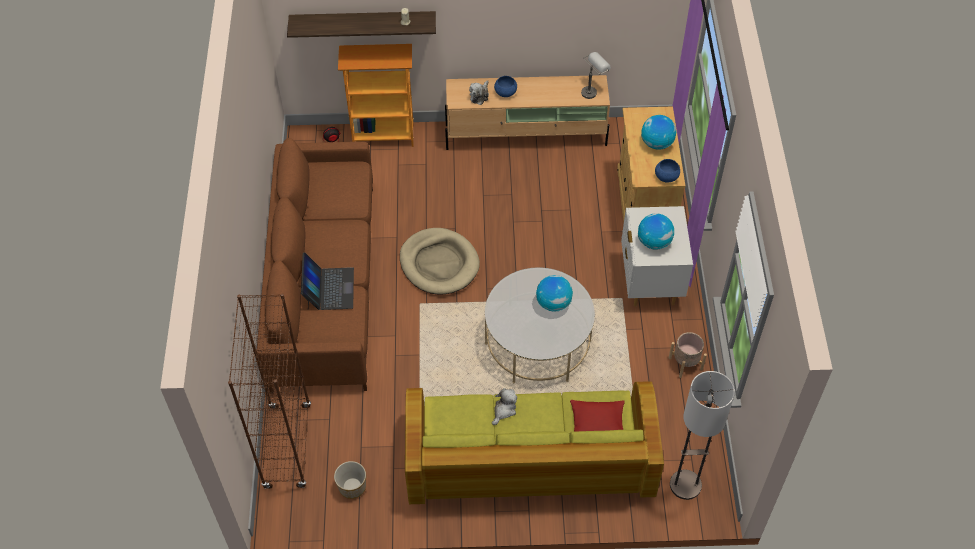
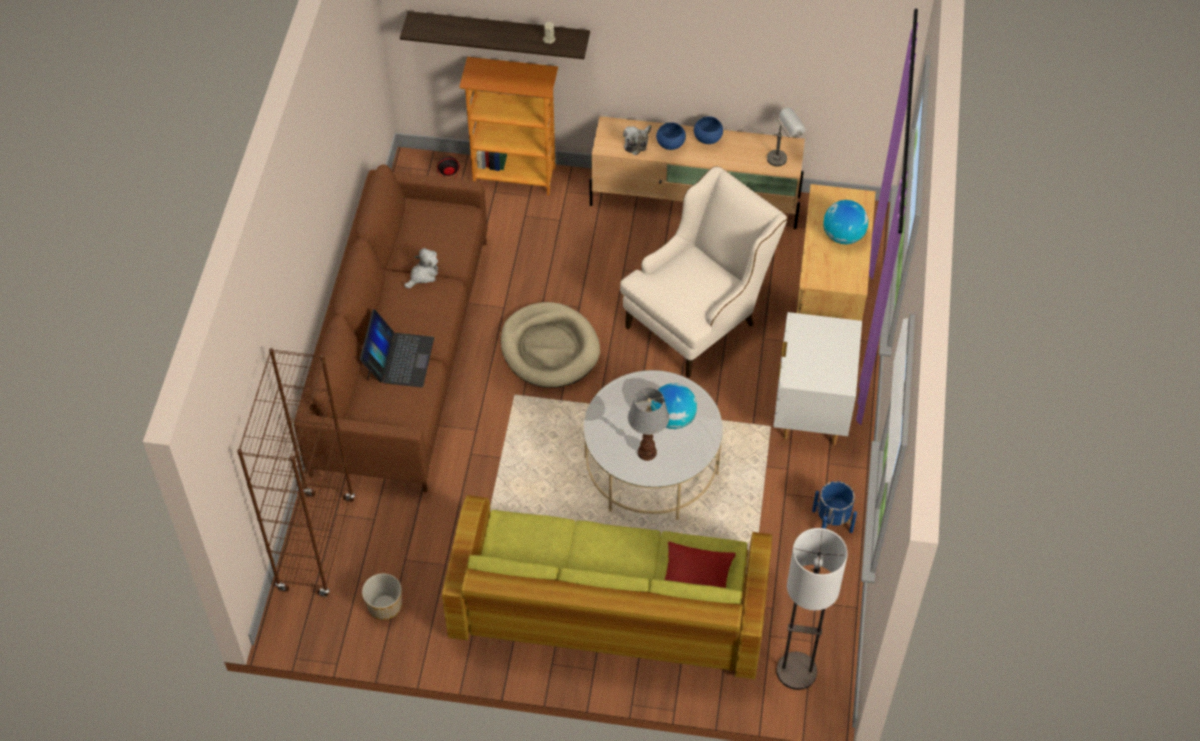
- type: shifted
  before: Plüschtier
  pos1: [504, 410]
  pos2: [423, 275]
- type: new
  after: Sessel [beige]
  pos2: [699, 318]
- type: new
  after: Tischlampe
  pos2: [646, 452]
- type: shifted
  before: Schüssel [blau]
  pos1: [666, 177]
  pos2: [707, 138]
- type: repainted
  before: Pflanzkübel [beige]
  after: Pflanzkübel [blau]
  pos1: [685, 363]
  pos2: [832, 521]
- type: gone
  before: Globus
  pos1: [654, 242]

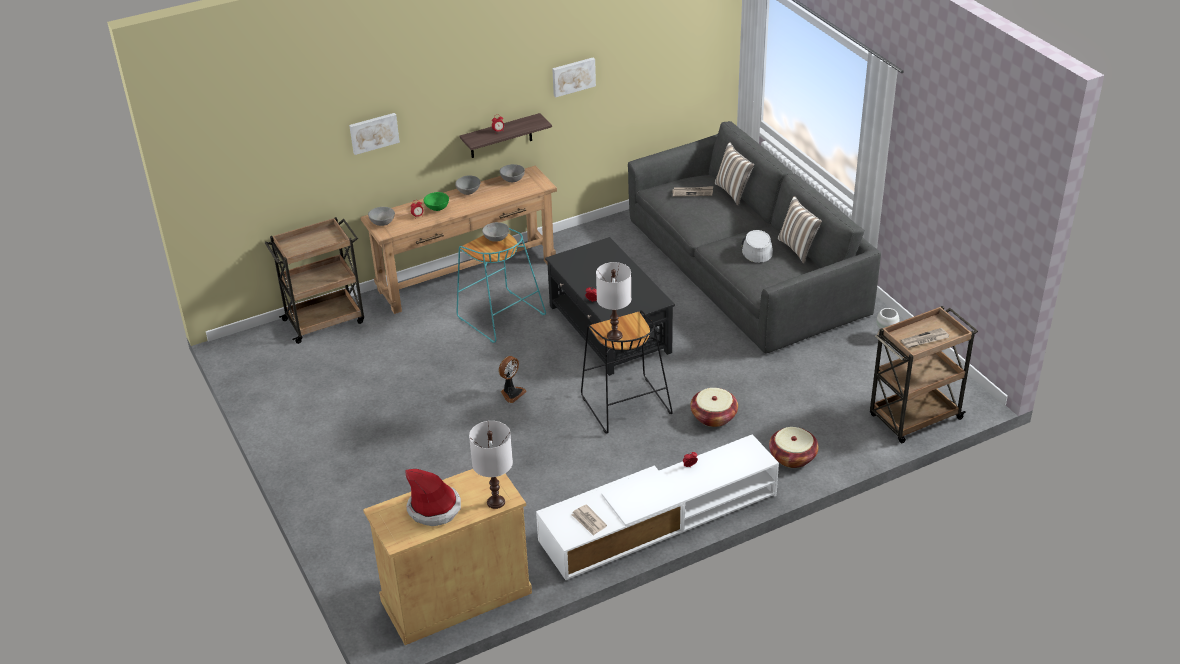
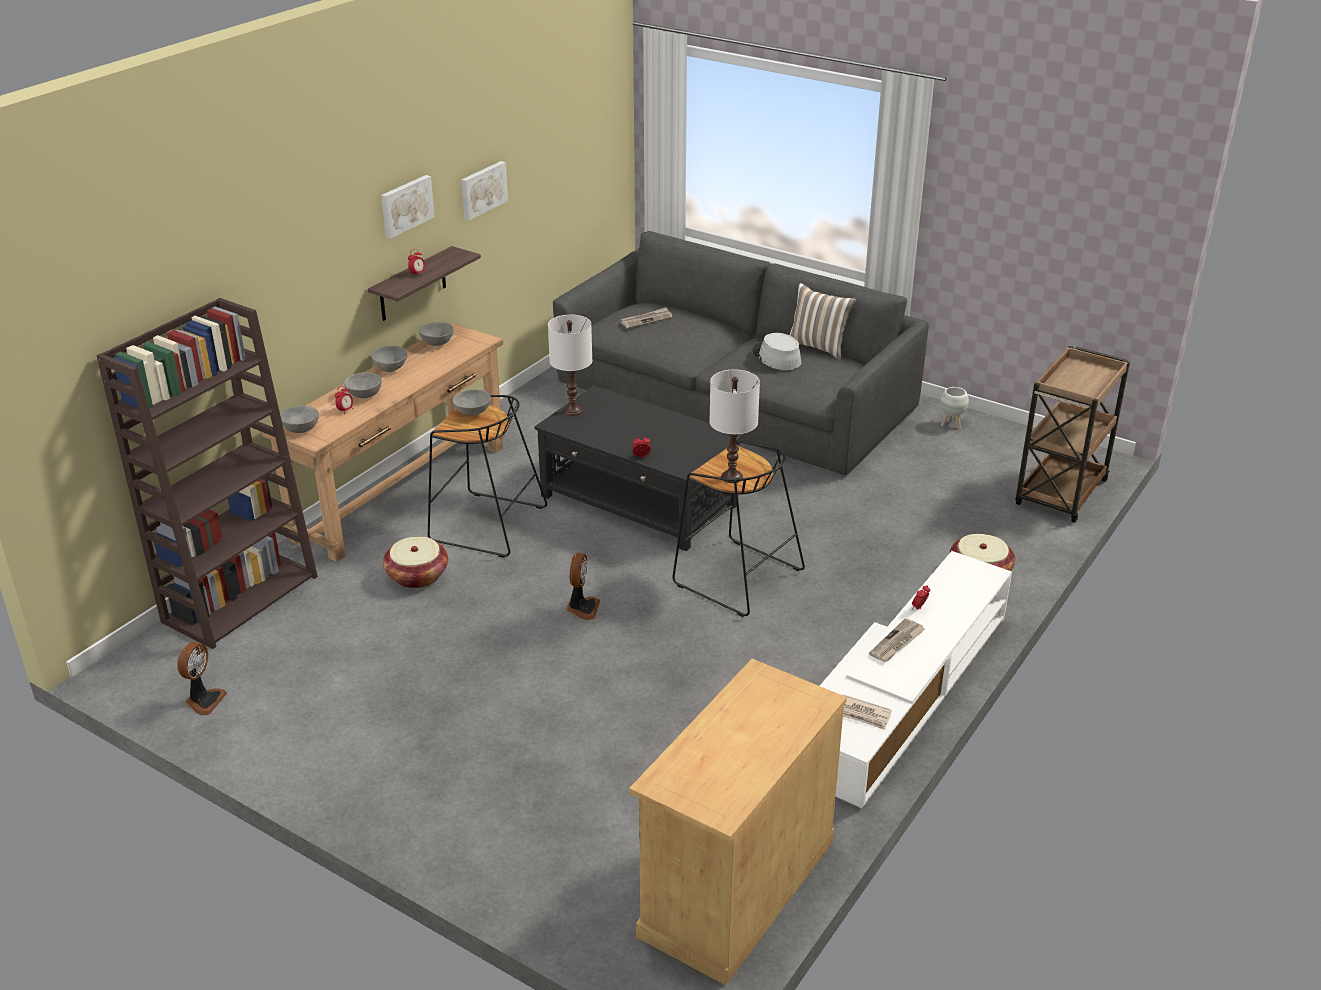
- type: swapped
  before: Rollwagen [braun]
  after: Bücherregal [braun]
  pos1: [325, 320]
  pos2: [241, 598]
- type: new
  after: Ventilator
  pos2: [204, 700]
- type: repainted
  before: Schüssel [grün]
  after: Schüssel [grau]
  pos1: [437, 208]
  pos2: [364, 396]
- type: shifted
  before: Bild
  pos1: [373, 132]
  pos2: [406, 205]
- type: shifted
  before: Korb
  pos1: [713, 416]
  pos2: [417, 576]
- type: repainted
  before: Hocker [türkis]
  after: Hocker [schwarz]
  pos1: [499, 316]
  pos2: [486, 525]
- type: shifted
  before: Tischlampe [weiß]
  pos1: [495, 502]
  pos2: [572, 411]
- type: shifted
  before: Zeitung
  pos1: [924, 340]
  pos2: [897, 643]
- type: gone
  before: Hut
  pos1: [434, 508]
- type: gone
  before: Kissen
  pos1: [733, 192]

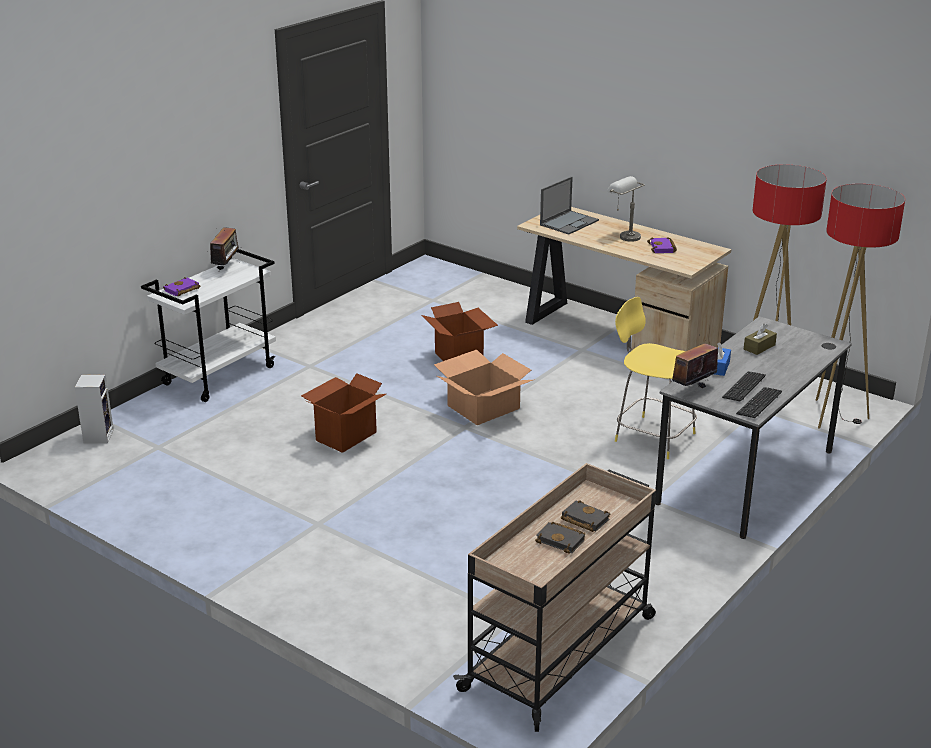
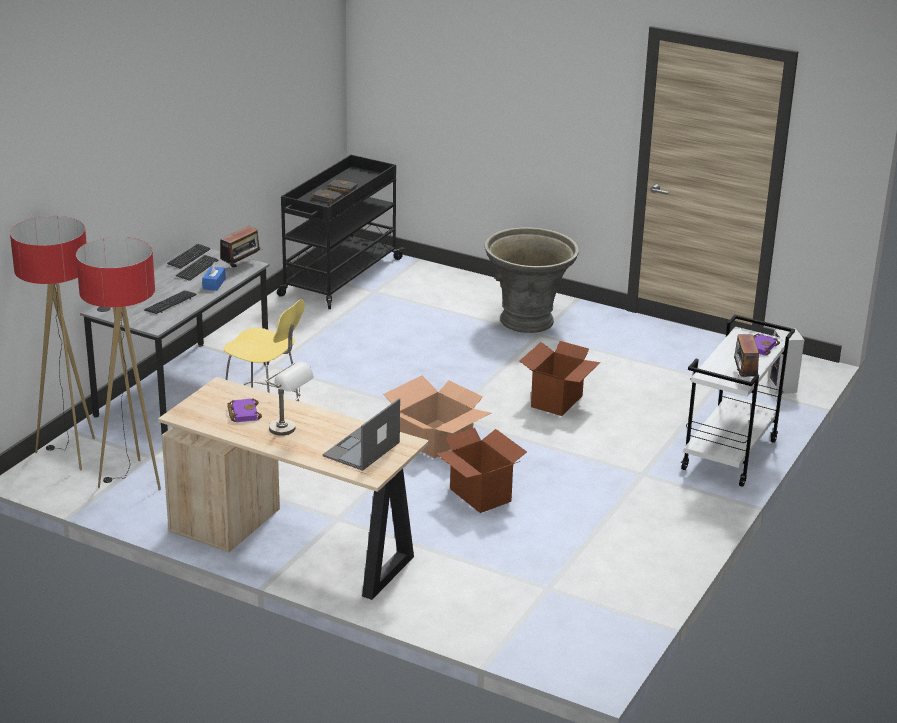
- type: swapped
  before: Taschentuchbox [braun]
  after: Tastatur
  pos1: [759, 347]
  pos2: [170, 303]
- type: repainted
  before: Rollwagen [beige]
  after: Rollwagen [schwarz]
  pos1: [561, 652]
  pos2: [339, 277]
- type: new
  after: Pflanzkübel [grau]
  pos2: [527, 321]

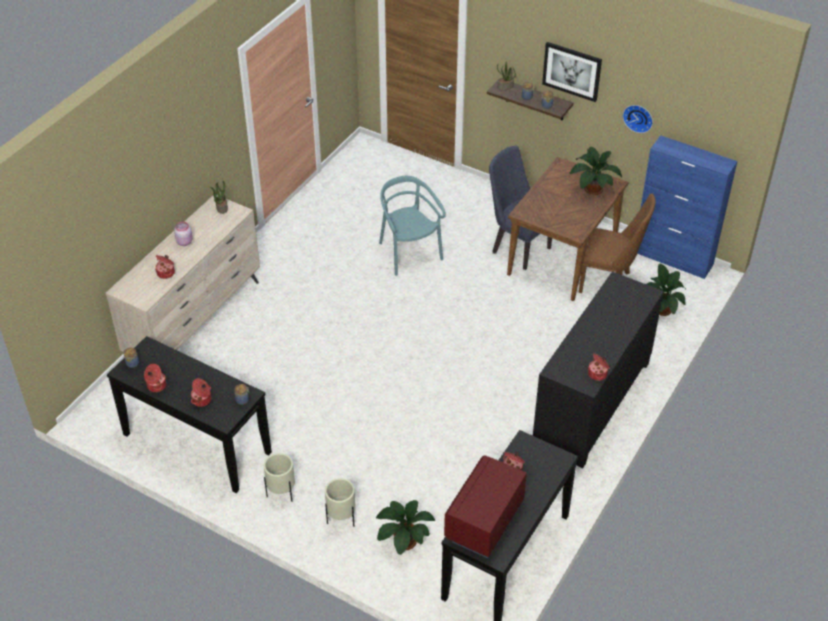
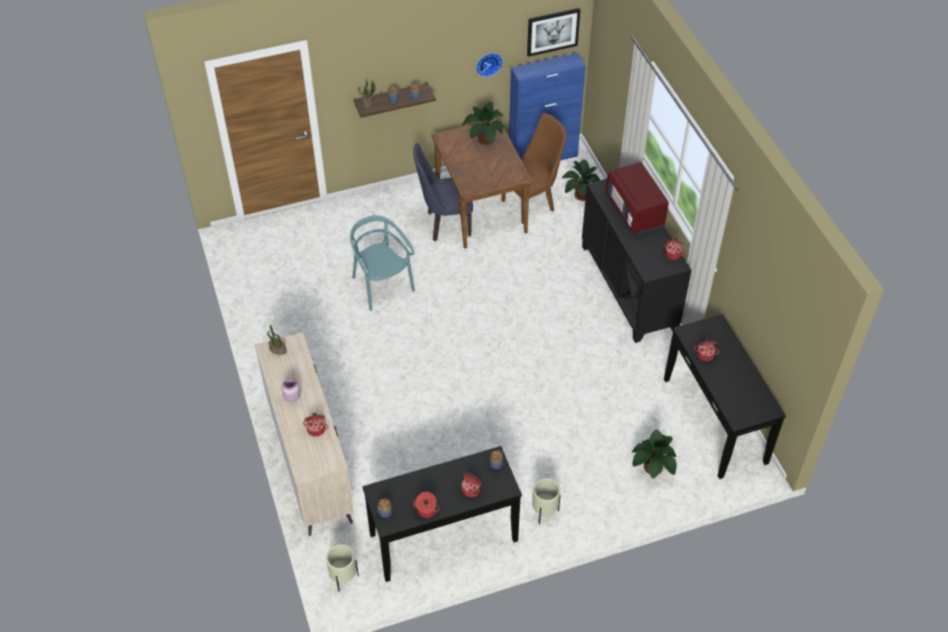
- type: shifted
  before: Pflanzkübel [beige]
  pos1: [341, 519]
  pos2: [344, 579]
- type: rotated
  before: Stuhl [türkis]
  pos1: [409, 253]
  pos2: [381, 286]
  turn: 45
- type: shifted
  before: Bild
  pos1: [572, 71]
  pos2: [552, 31]
- type: shifted
  before: Mikrowelle [rot]
  pos1: [485, 521]
  pos2: [635, 211]

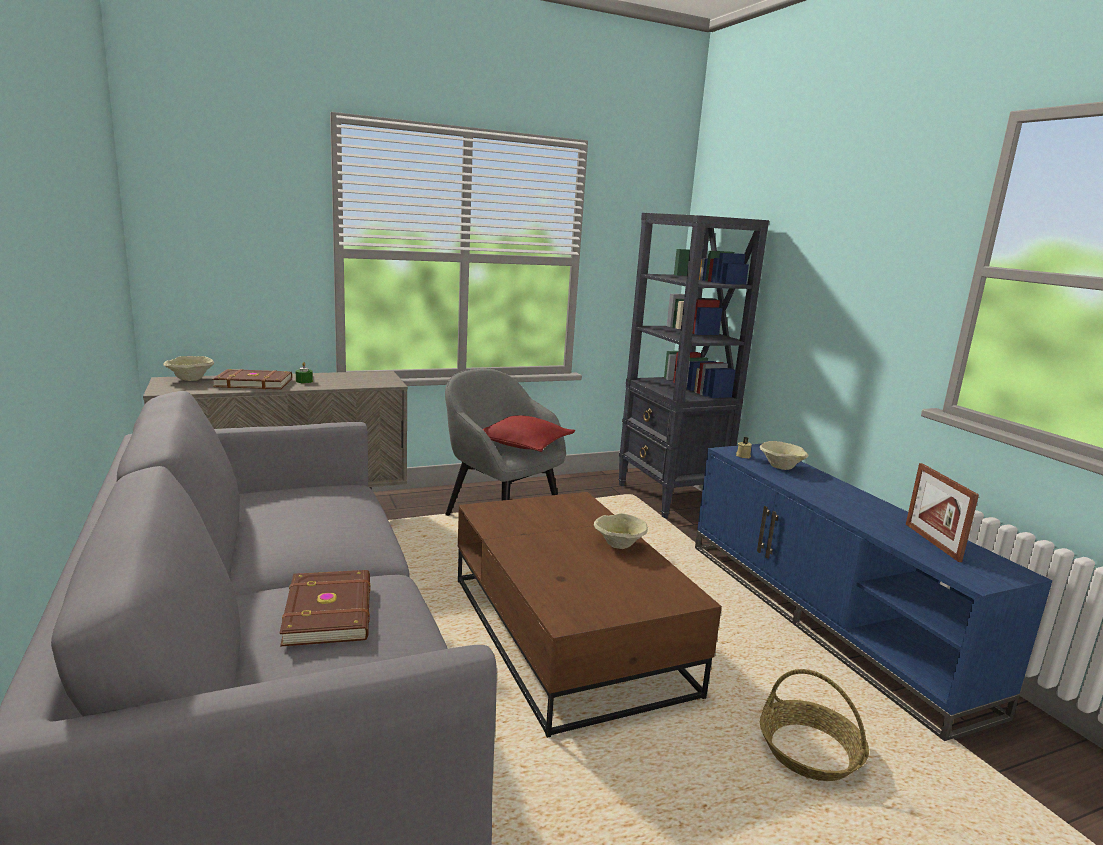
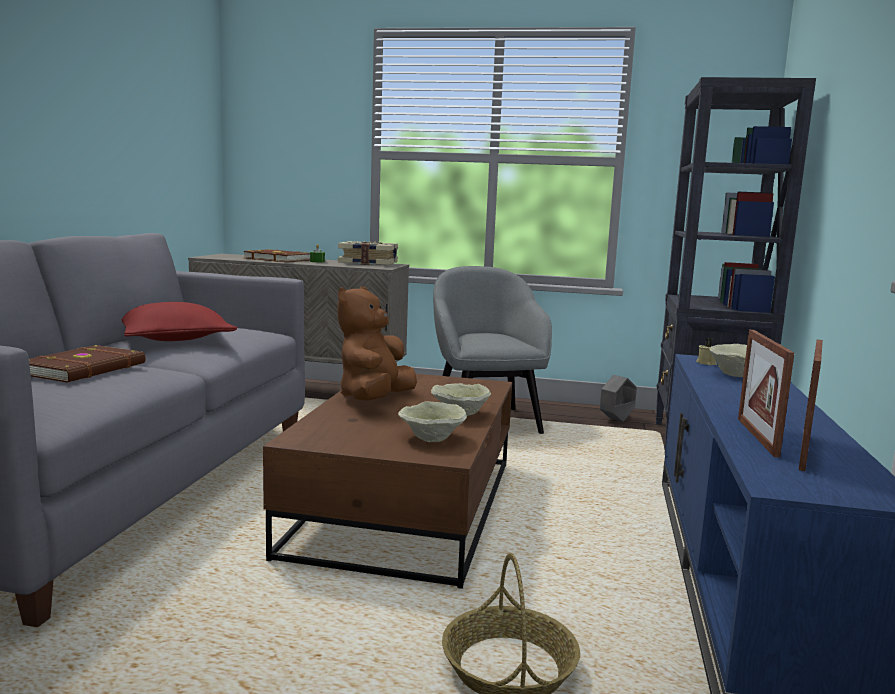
- type: shifted
  before: Kissen [rot]
  pos1: [523, 444]
  pos2: [174, 338]
- type: new
  after: Plüschtier [braun]
  pos2: [374, 399]
- type: new
  after: Buch
  pos2: [368, 263]
- type: shifted
  before: Schüssel [beige]
  pos1: [189, 379]
  pos2: [430, 438]
- type: new
  after: Pflanzkübel [grau]
  pos2: [616, 419]
- type: new
  after: Bilderrahmen
  pos2: [757, 436]

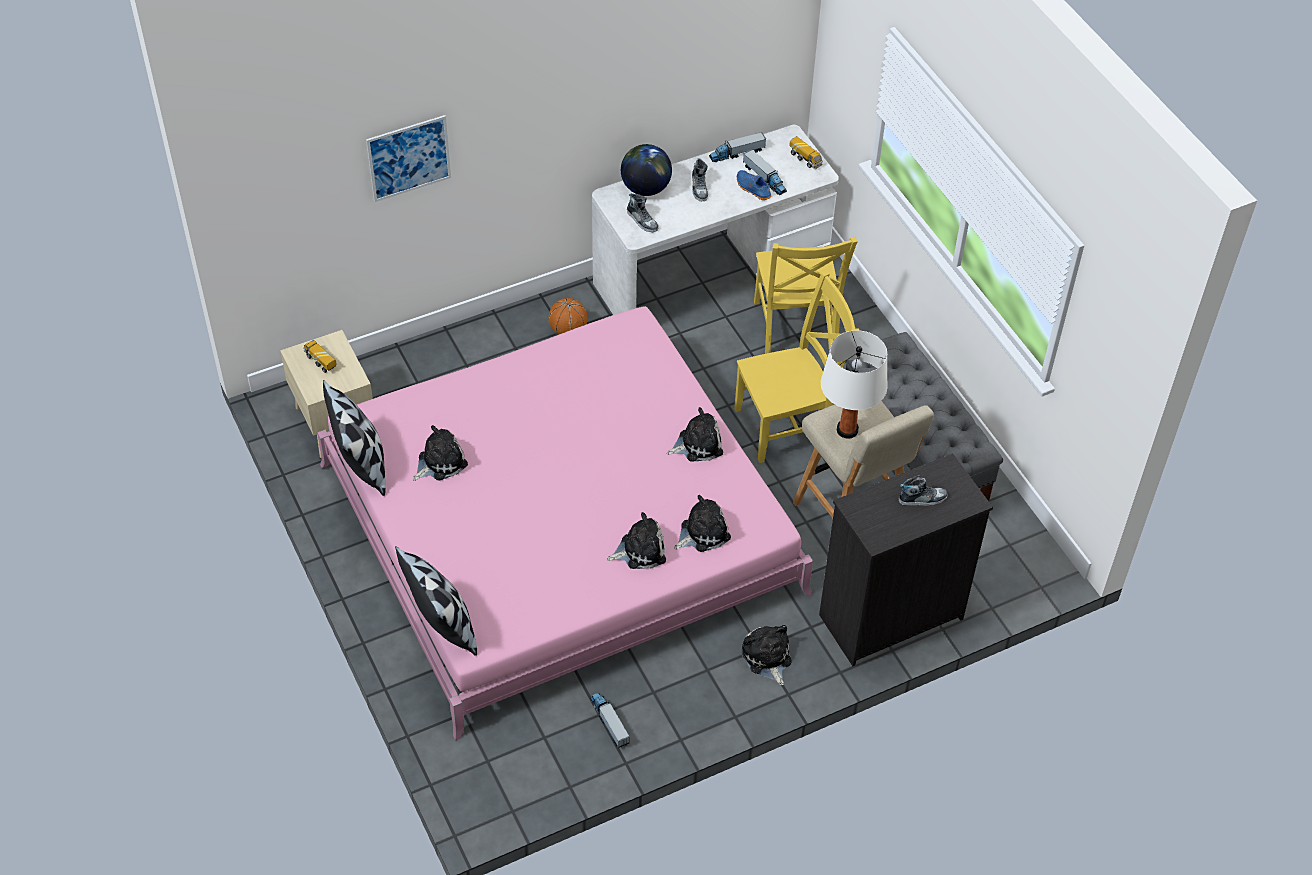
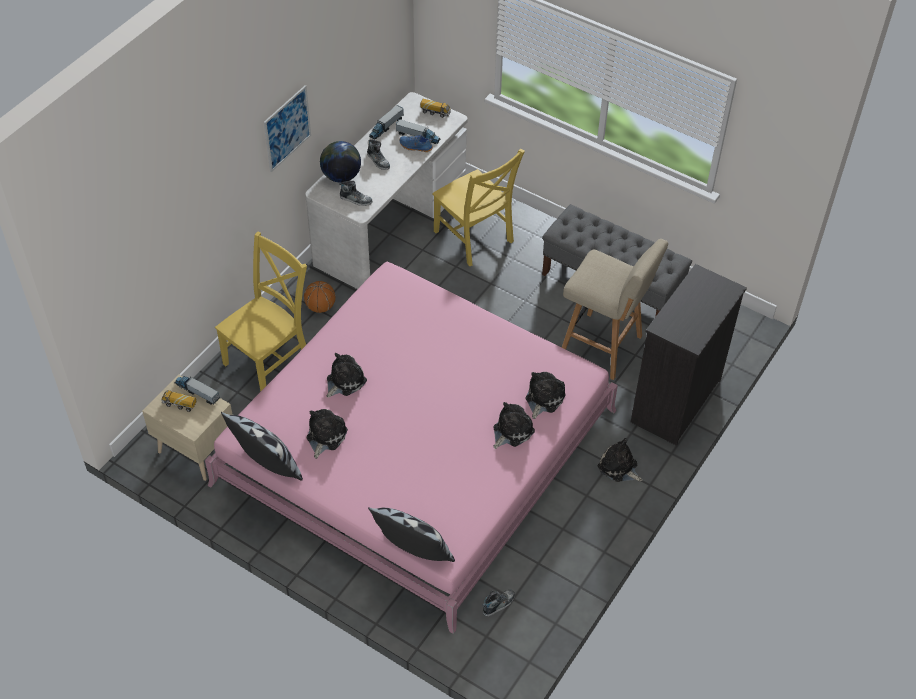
- type: shifted
  before: Spielzeuglaster
  pos1: [609, 722]
  pos2: [197, 392]
- type: shifted
  before: Stuhl [gelb]
  pos1: [789, 425]
  pos2: [270, 359]
- type: shifted
  before: Bild
  pos1: [409, 158]
  pos2: [287, 128]
- type: shifted
  before: Plüschtier
  pos1: [697, 444]
  pos2: [344, 381]
- type: shifted
  before: Schuh
  pos1: [922, 498]
  pos2: [498, 604]
- type: gone
  before: Tischlampe [weiß]
  pos1: [847, 430]

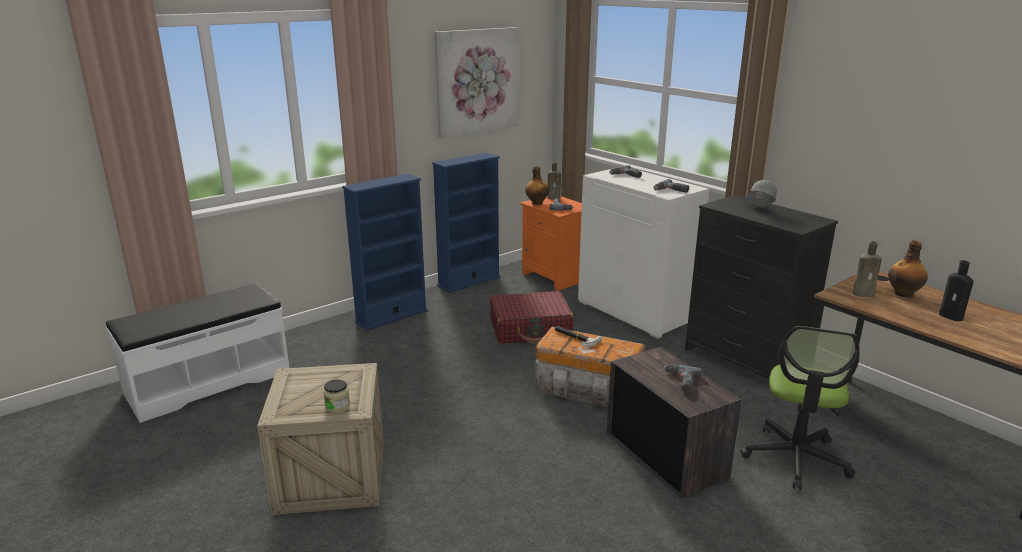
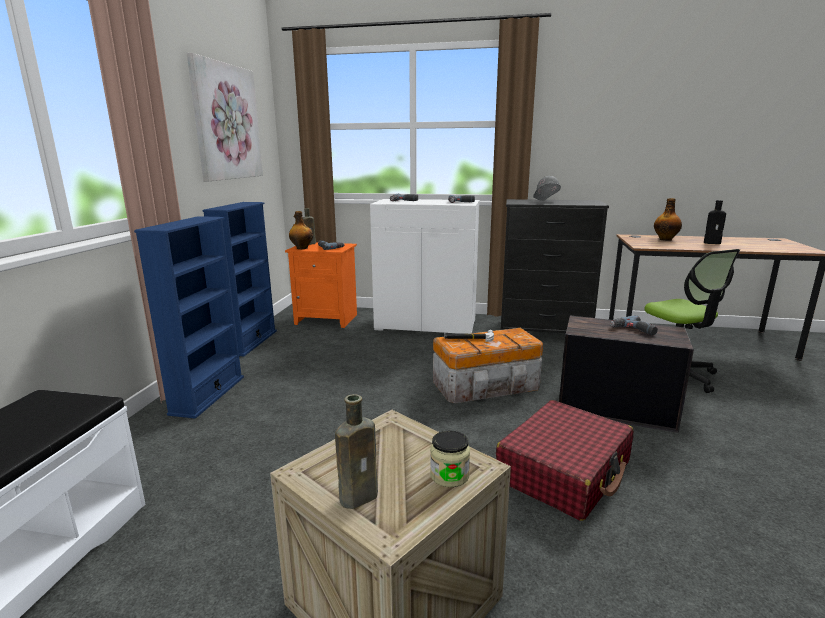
- type: shifted
  before: Flasche [braun]
  pos1: [864, 294]
  pos2: [361, 496]
- type: shifted
  before: Koffer [rot]
  pos1: [530, 329]
  pos2: [564, 471]

